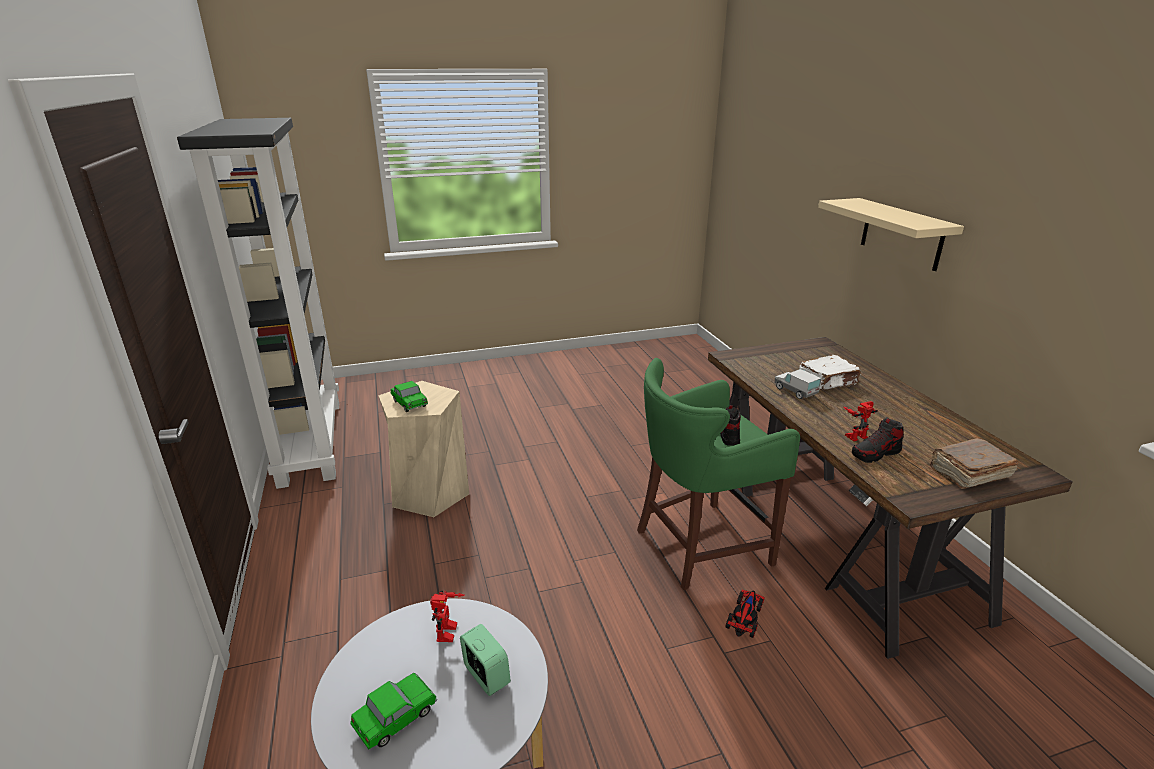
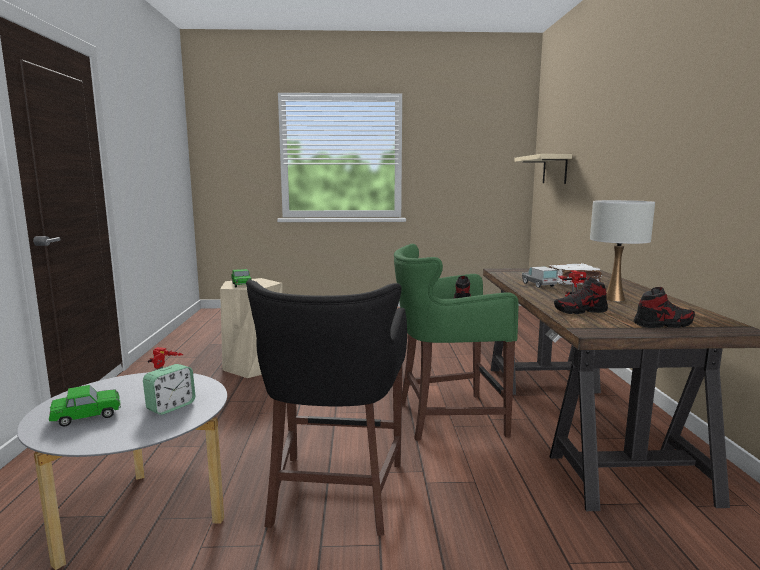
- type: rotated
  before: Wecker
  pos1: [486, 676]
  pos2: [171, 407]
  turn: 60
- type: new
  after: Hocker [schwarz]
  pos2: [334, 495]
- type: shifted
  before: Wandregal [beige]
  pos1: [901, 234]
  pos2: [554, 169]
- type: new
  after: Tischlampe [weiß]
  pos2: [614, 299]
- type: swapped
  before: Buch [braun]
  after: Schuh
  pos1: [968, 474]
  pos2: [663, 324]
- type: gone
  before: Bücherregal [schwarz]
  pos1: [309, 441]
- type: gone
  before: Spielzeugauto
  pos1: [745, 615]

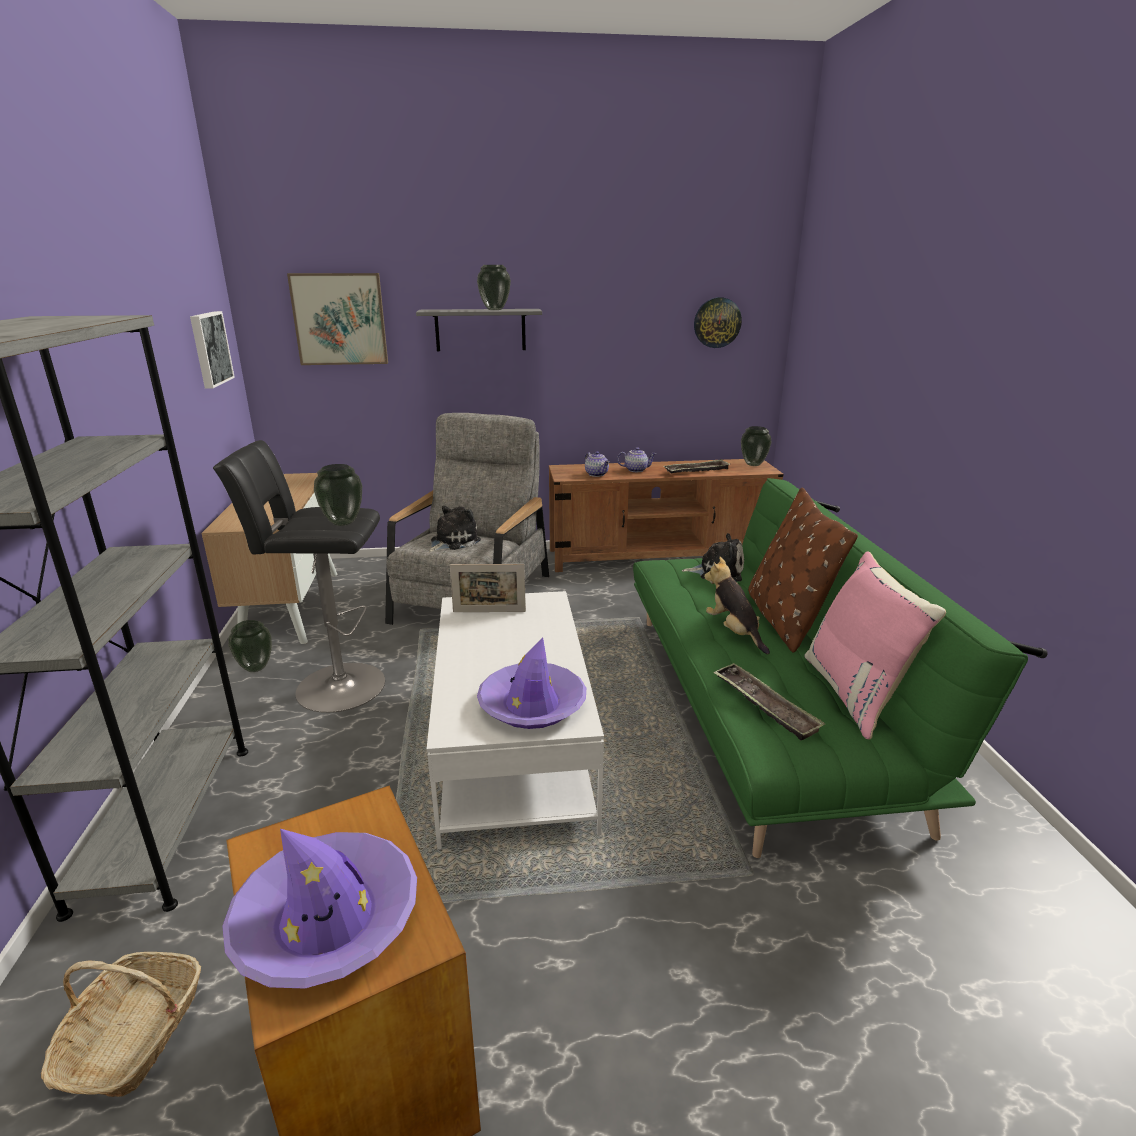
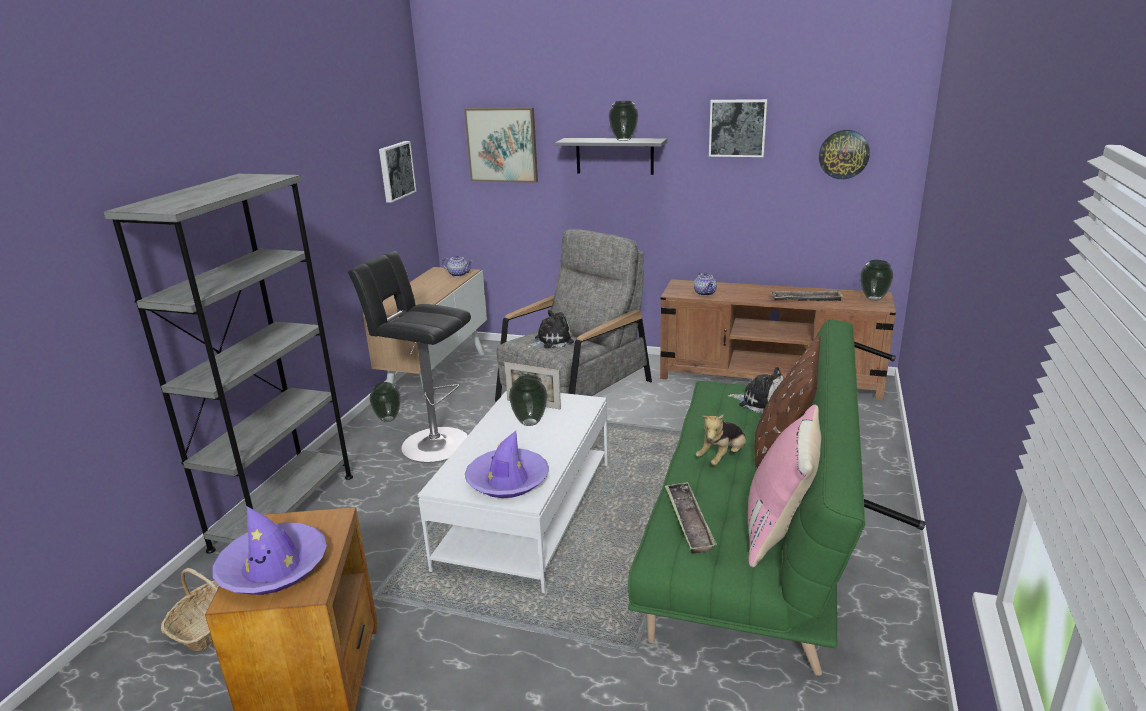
- type: shifted
  before: Teekanne
  pos1: [636, 470]
  pos2: [459, 274]
- type: shifted
  before: Vase
  pos1: [343, 523]
  pos2: [530, 422]
- type: rotated
  before: Plüschtier
  pos1: [734, 632]
  pos2: [722, 457]
  turn: -135
- type: new
  after: Bild
  pos2: [737, 128]

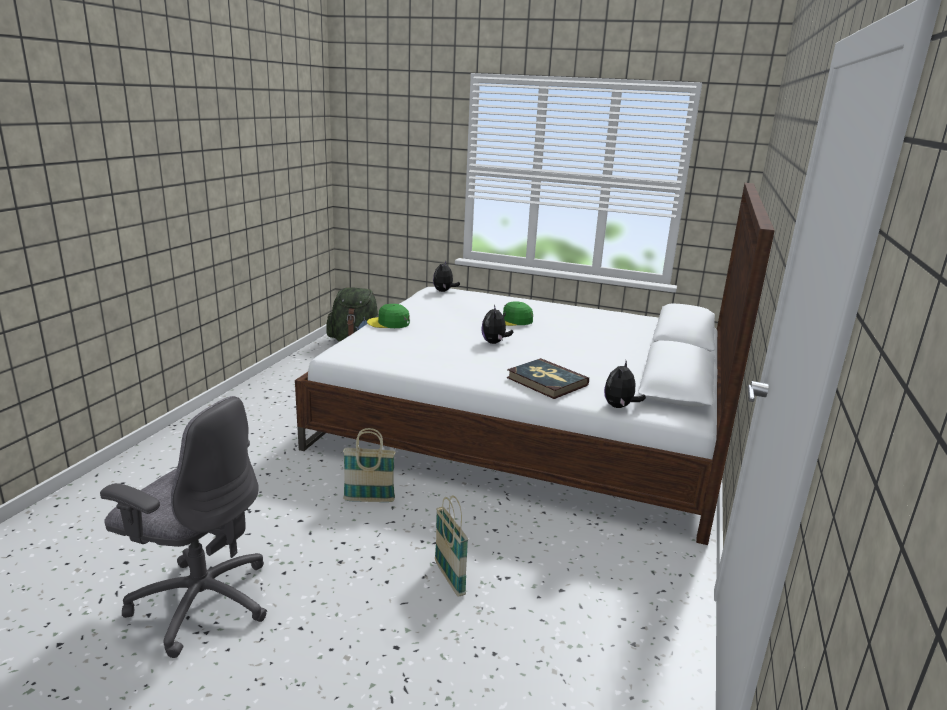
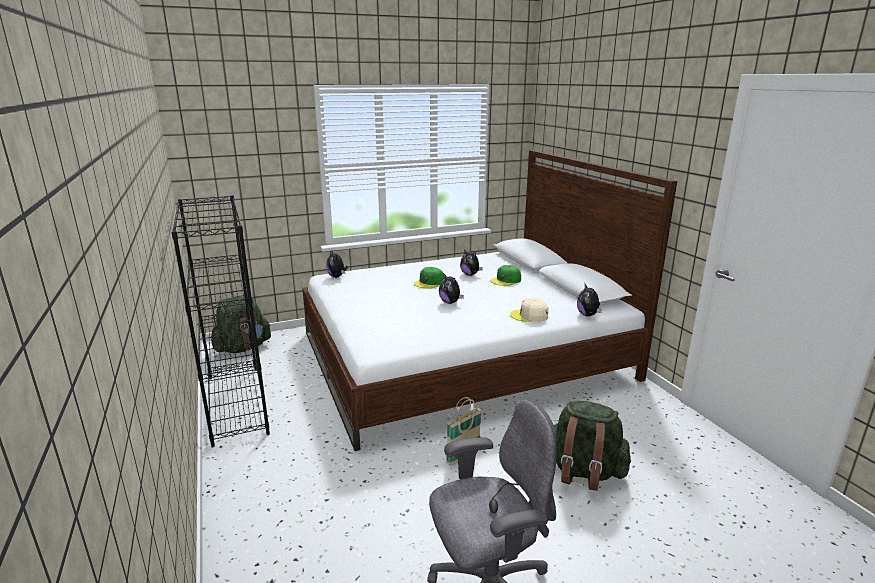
- type: new
  after: Bücherregal [schwarz]
  pos2: [236, 403]
- type: new
  after: Plüschtier
  pos2: [470, 274]
- type: shifted
  before: Kappe [grün]
  pos1: [389, 323]
  pos2: [506, 280]
- type: swapped
  before: Buch
  after: Kappe [beige]
  pos1: [546, 381]
  pos2: [529, 315]
- type: swapped
  before: Korb
  after: Rucksack [grün]
  pos1: [449, 578]
  pos2: [583, 472]

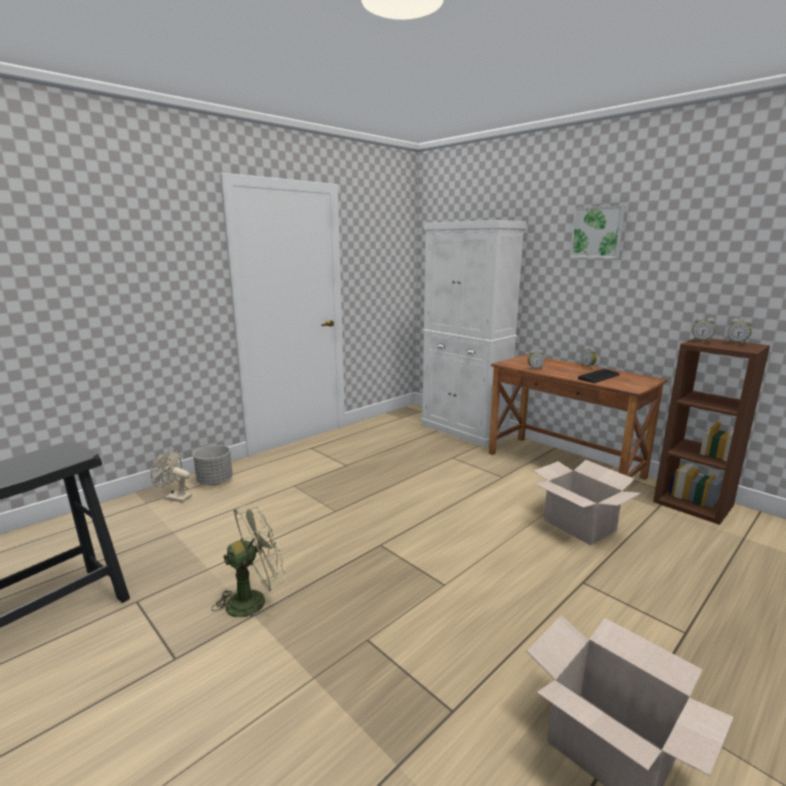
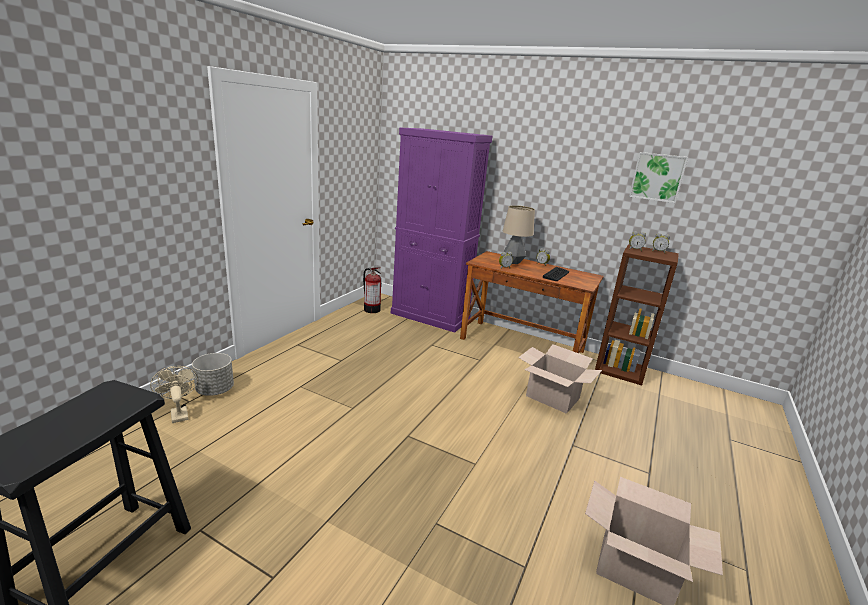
- type: rotated
  before: Ventilator [beige]
  pos1: [174, 497]
  pos2: [178, 413]
  turn: 60
- type: new
  after: Feuerlöscher
  pos2: [371, 309]
- type: repainted
  before: Schrank [weiß]
  after: Schrank [lila]
  pos1: [464, 430]
  pos2: [430, 316]
- type: new
  after: Tischlampe
  pos2: [513, 262]
- type: shifted
  before: Bild
  pos1: [597, 232]
  pos2: [657, 177]
- type: gone
  before: Ventilator [grün]
  pos1: [254, 599]

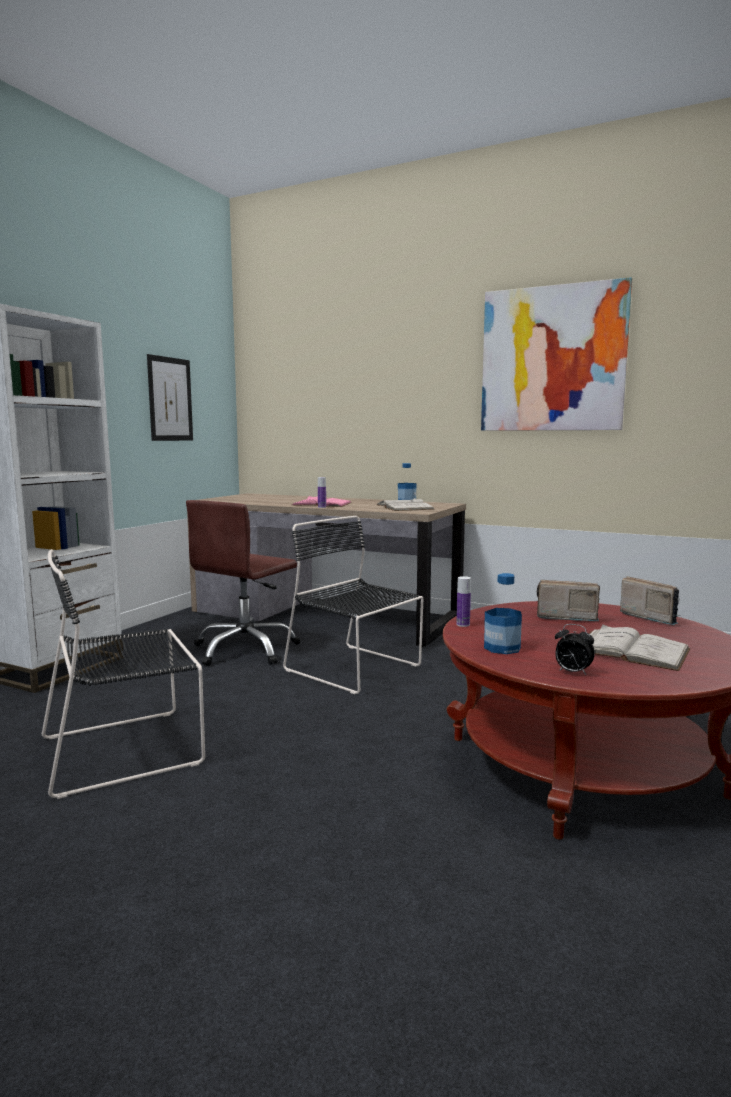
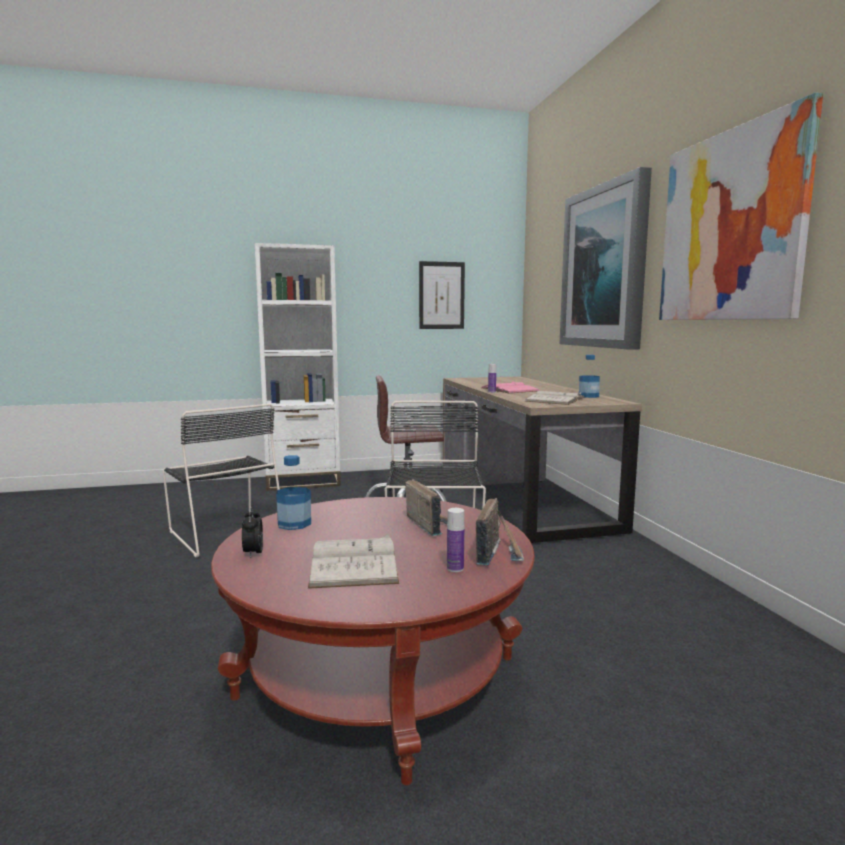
- type: rotated
  before: Stuhl [schwarz]
  pos1: [127, 749]
  pos2: [225, 532]
  turn: -150
- type: shifted
  before: Flasche
  pos1: [463, 624]
  pos2: [455, 568]
- type: new
  after: Bild
  pos2: [604, 267]

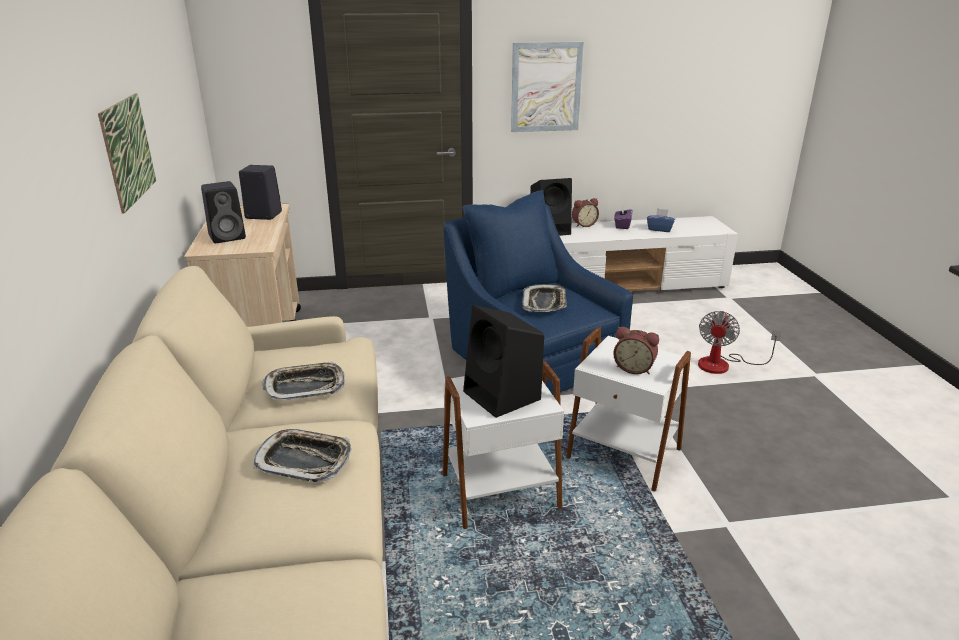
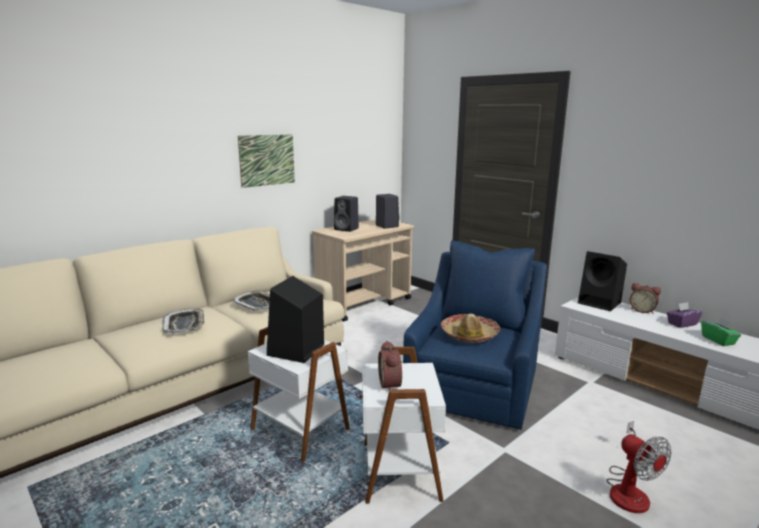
- type: swapped
  before: Tablett
  after: Hut
  pos1: [544, 303]
  pos2: [469, 335]
- type: rotated
  before: Ventilator
  pos1: [723, 364]
  pos2: [629, 490]
  turn: -105
- type: repainted
  before: Taschentuchbox [blau]
  after: Taschentuchbox [grün]
  pos1: [659, 229]
  pos2: [718, 340]
- type: gone
  before: Bild
  pos1: [546, 87]

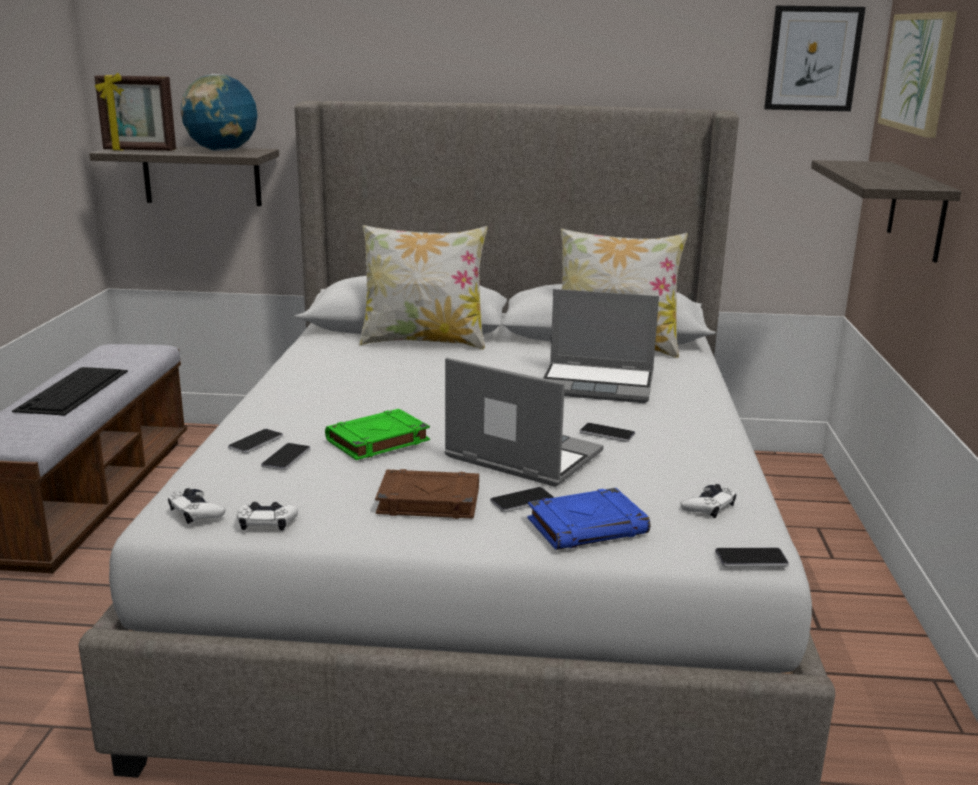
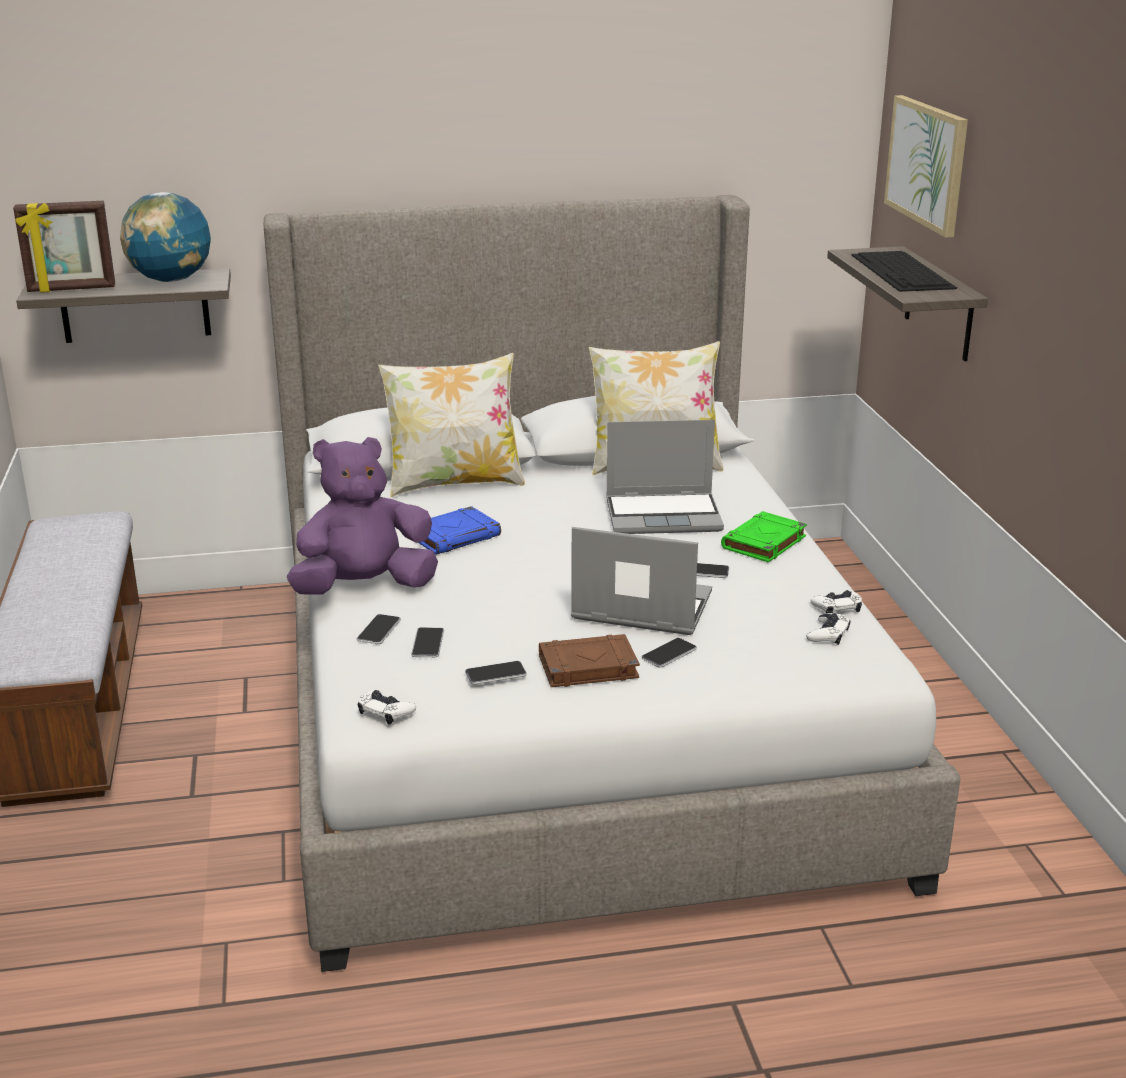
- type: new
  after: Plüschtier [lila]
  pos2: [364, 587]
- type: shifted
  before: Buch [blau]
  pos1: [588, 526]
  pos2: [455, 536]
- type: shifted
  before: Handy
  pos1: [751, 559]
  pos2: [495, 674]
- type: shifted
  before: Buch [grün]
  pos1: [377, 441]
  pos2: [763, 543]
- type: shifted
  before: Gamepad [weiß]
  pos1: [266, 521]
  pos2: [837, 607]
- type: shifted
  before: Tastatur
  pos1: [73, 391]
  pos2: [903, 272]
- type: gone
  before: Bild
  pos1: [813, 59]

